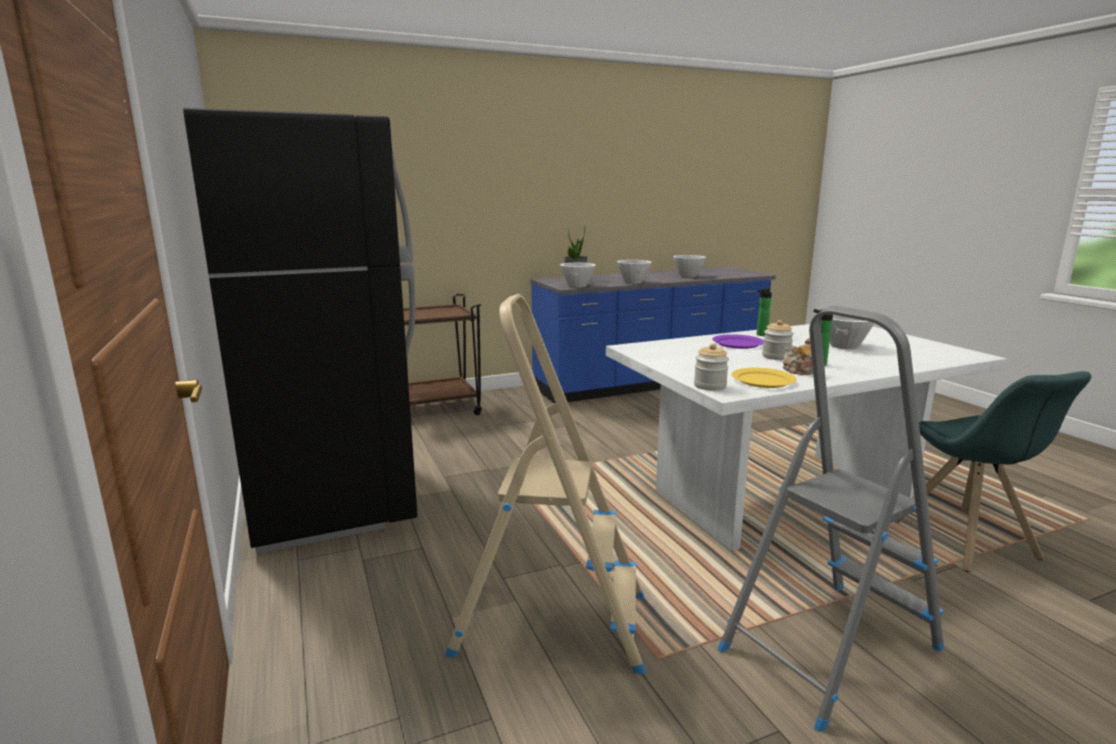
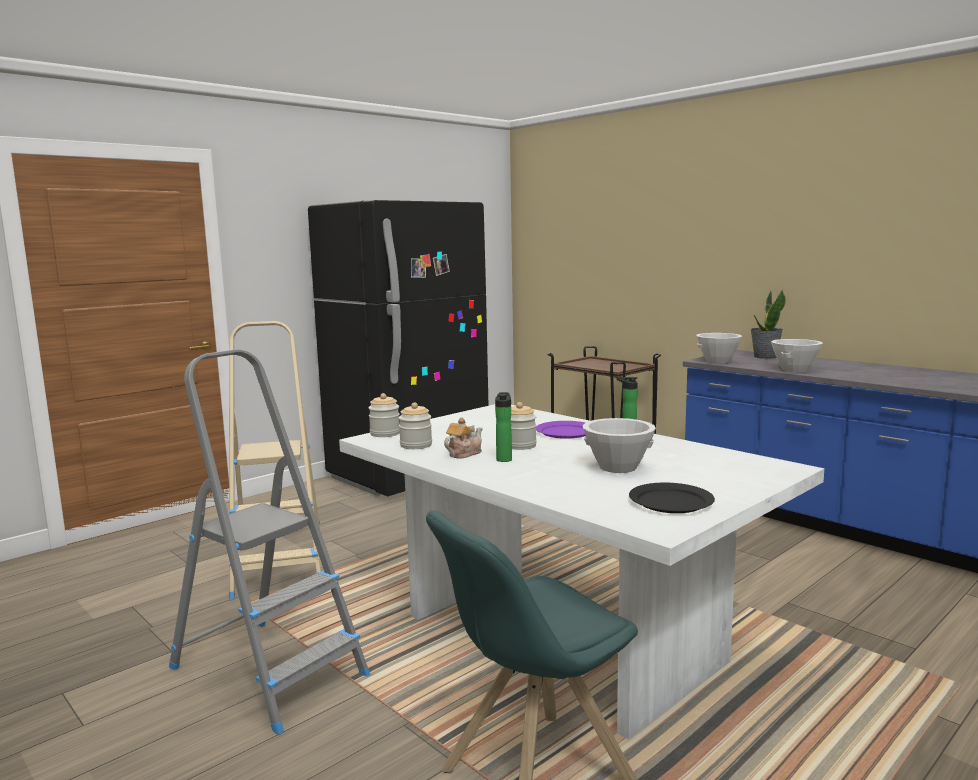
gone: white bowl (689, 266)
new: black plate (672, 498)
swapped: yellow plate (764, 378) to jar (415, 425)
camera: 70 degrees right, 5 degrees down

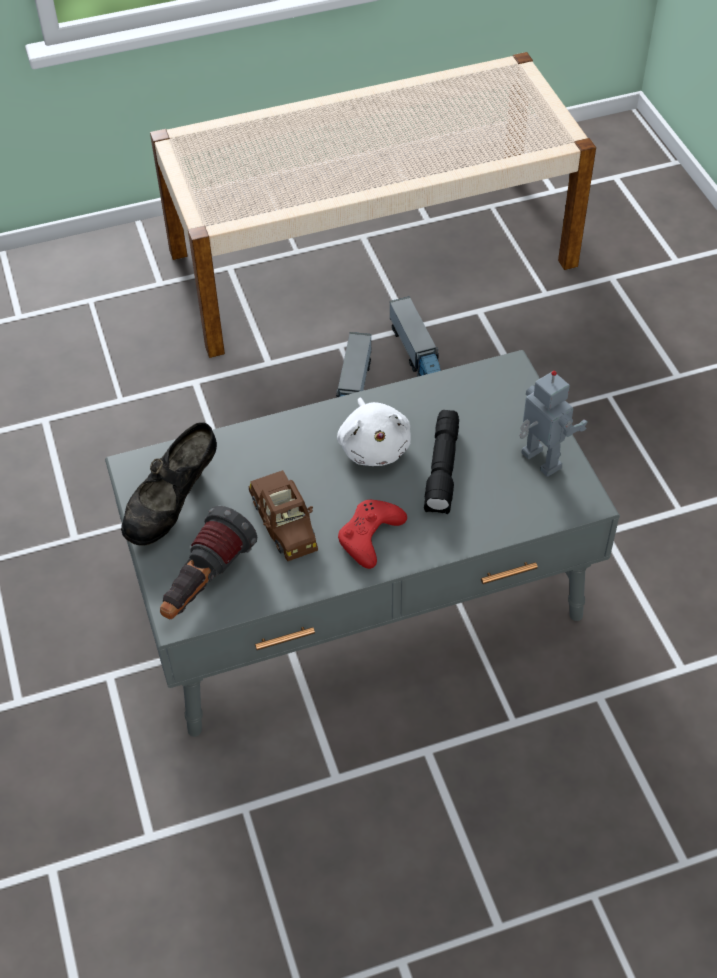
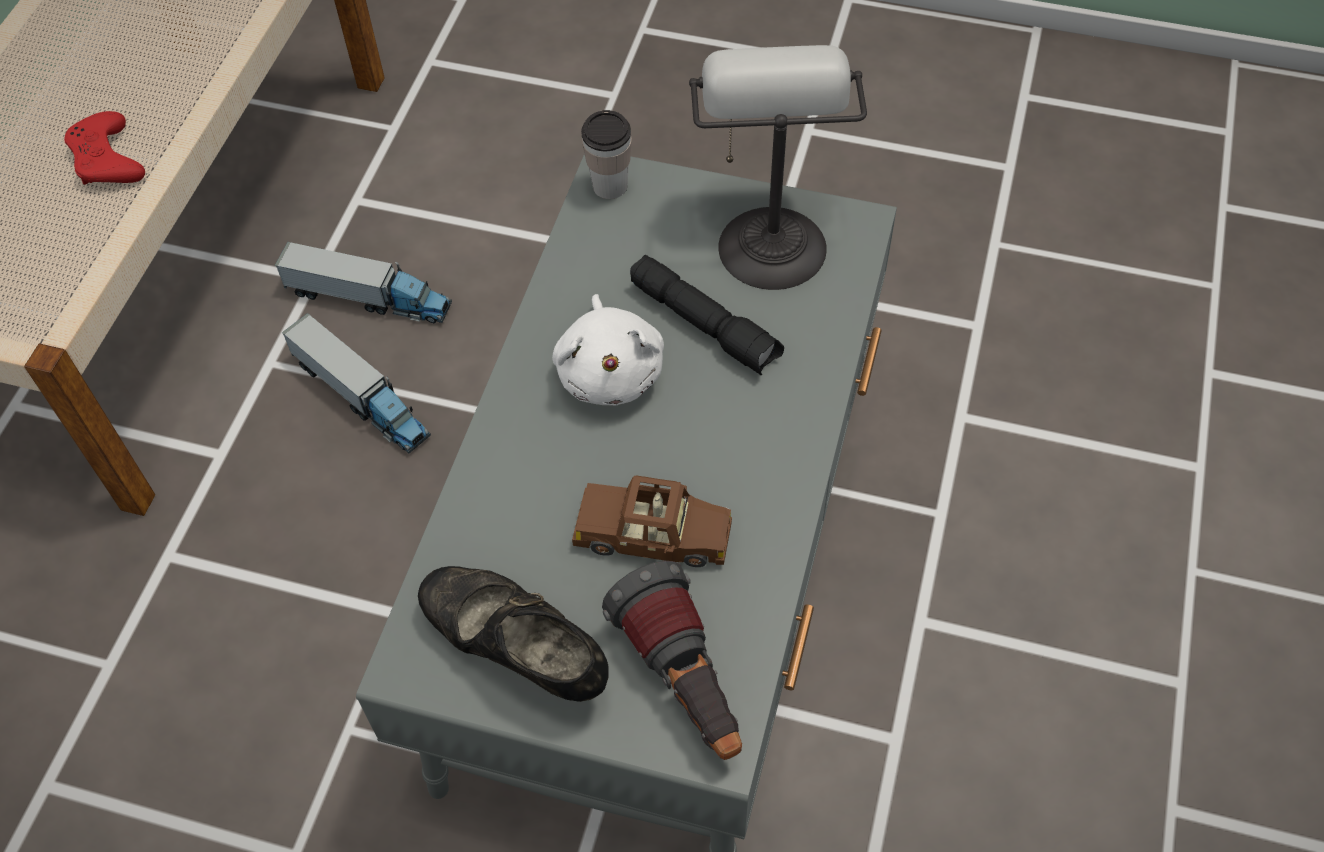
new: cup (606, 154)
shifted: red game controller (372, 534) to (104, 148)
swapped: toy robot (554, 424) to table lamp (778, 167)
rotated: black shoe (169, 484) = (513, 634) 150 degrees clockwise; white plush toy (374, 432) = (608, 349) 60 degrees clockwise
camera: 55 degrees left, 5 degrees up

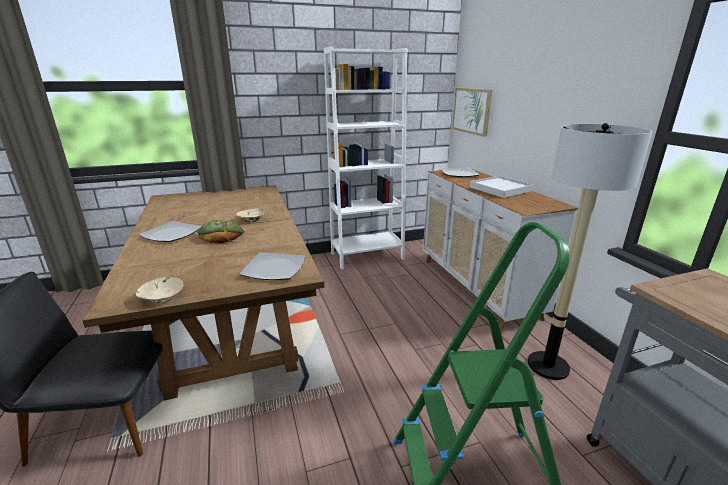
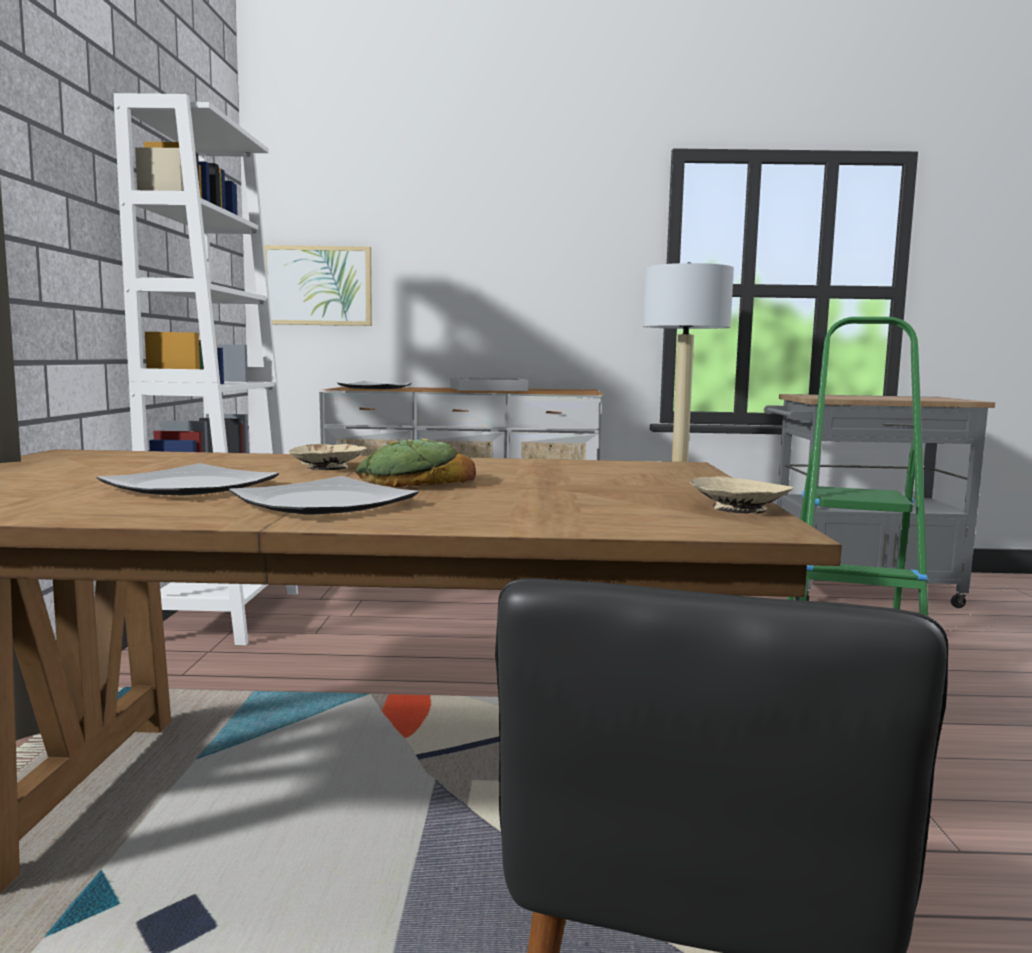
shifted: plate (273, 266) to (188, 479)
camera: 70 degrees left, 15 degrees down

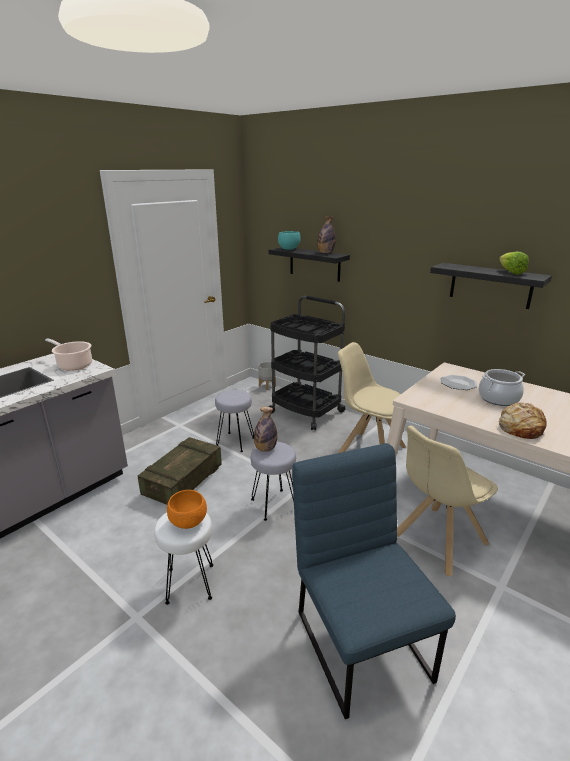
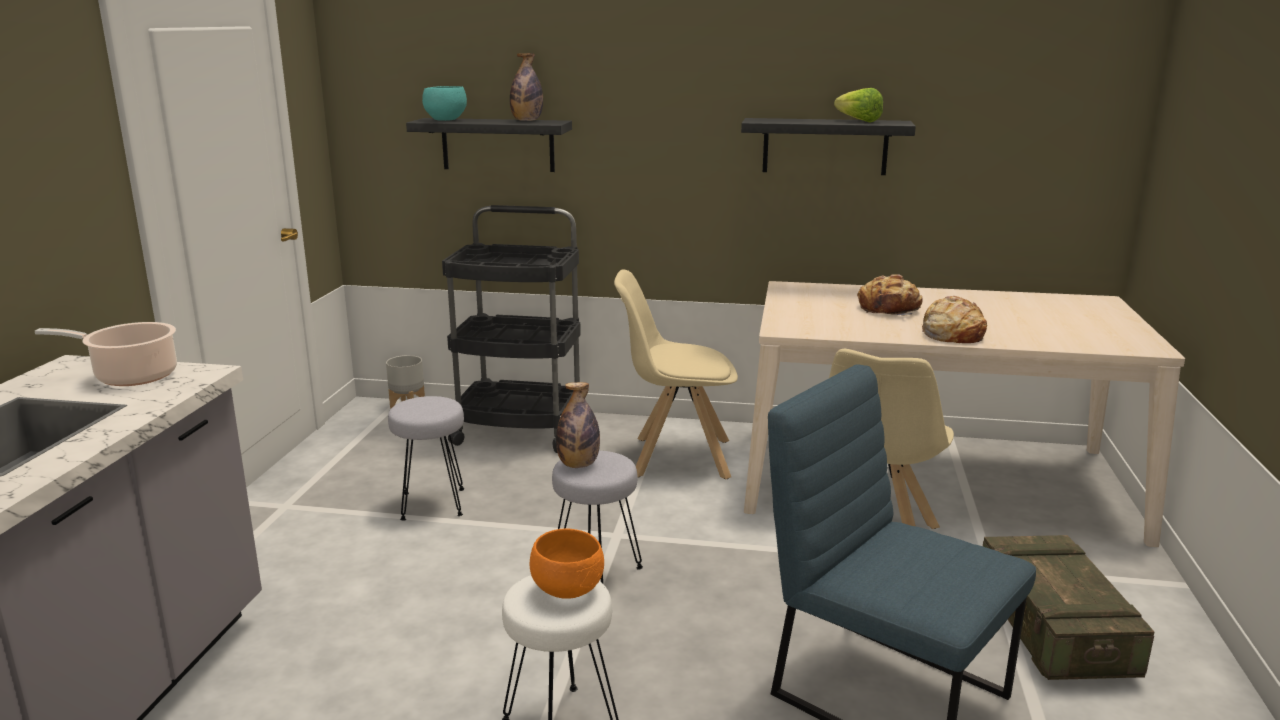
gone: plate (459, 382)
shifted: crate (180, 471) to (1069, 607)
swapped: cooking pot (501, 387) to bread (889, 295)
camera: 30 degrees left, 5 degrees down

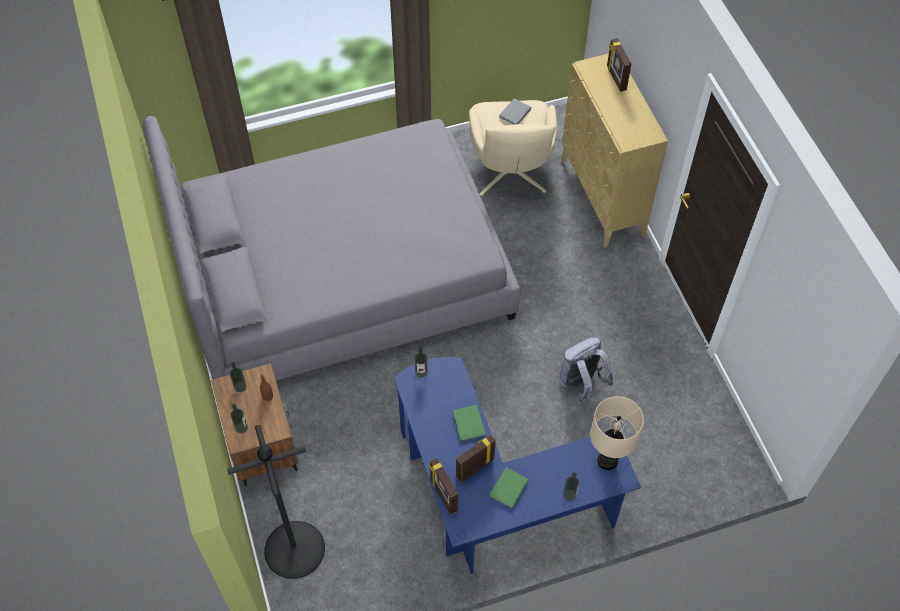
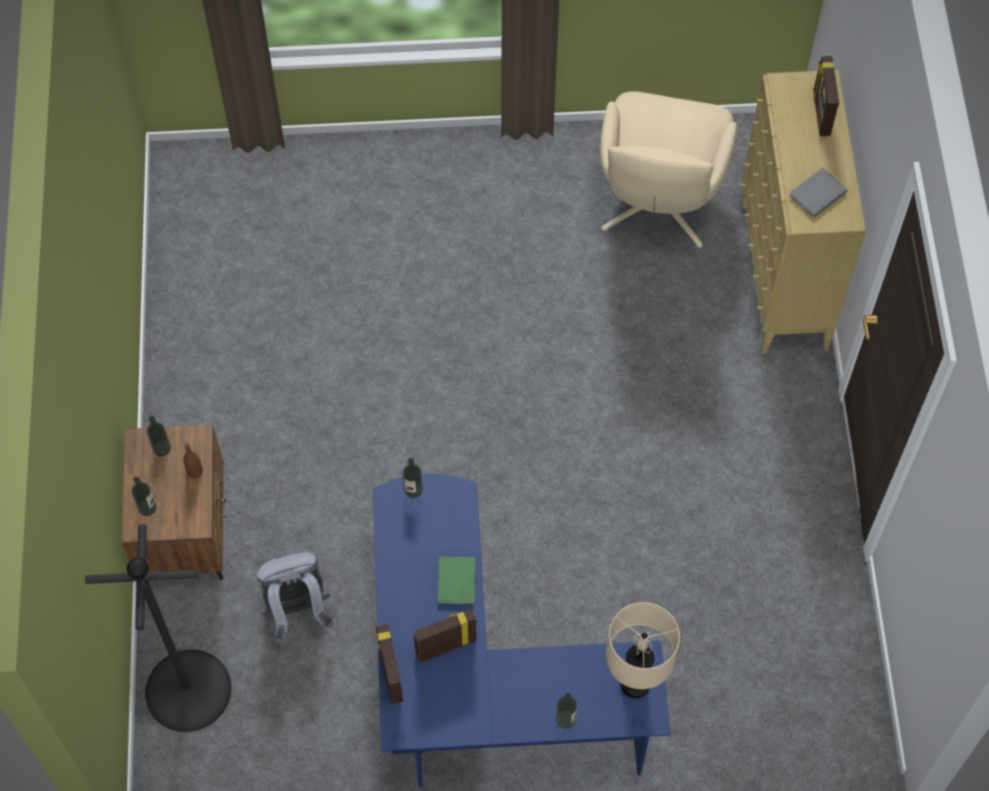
gone: grey bed (331, 248); green book (509, 487)
shifted: grey book (515, 111) to (818, 192); grey backpack (586, 370) to (295, 597)
camera: 15 degrees right, 5 degrees up

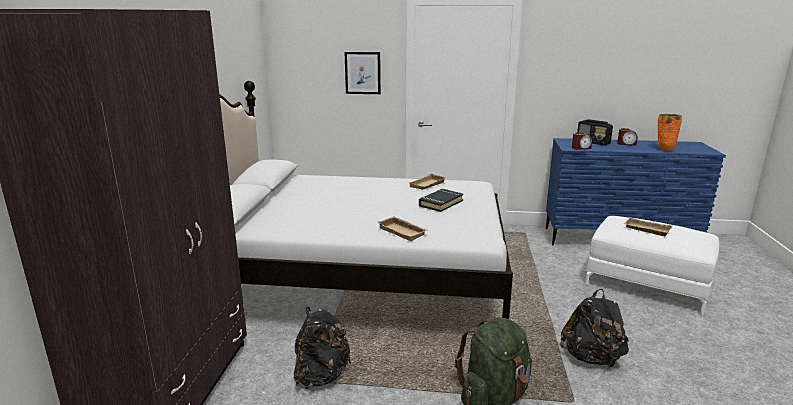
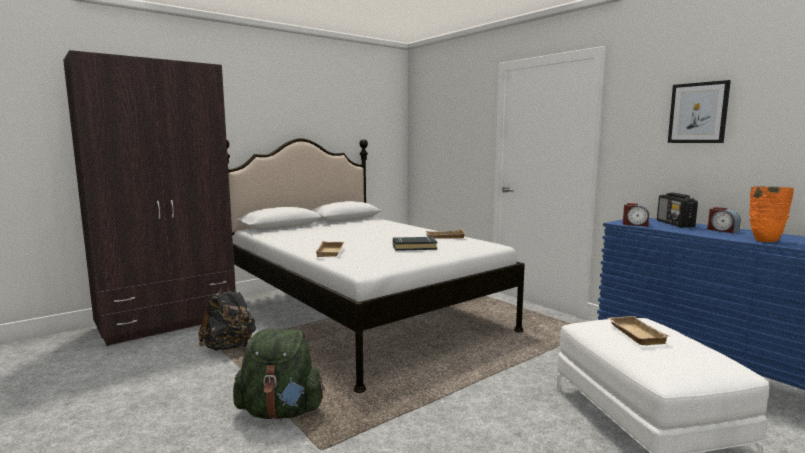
gone: black backpack (594, 328)
shifted: picture (362, 73) to (699, 111)
camera: 45 degrees right, 10 degrees down

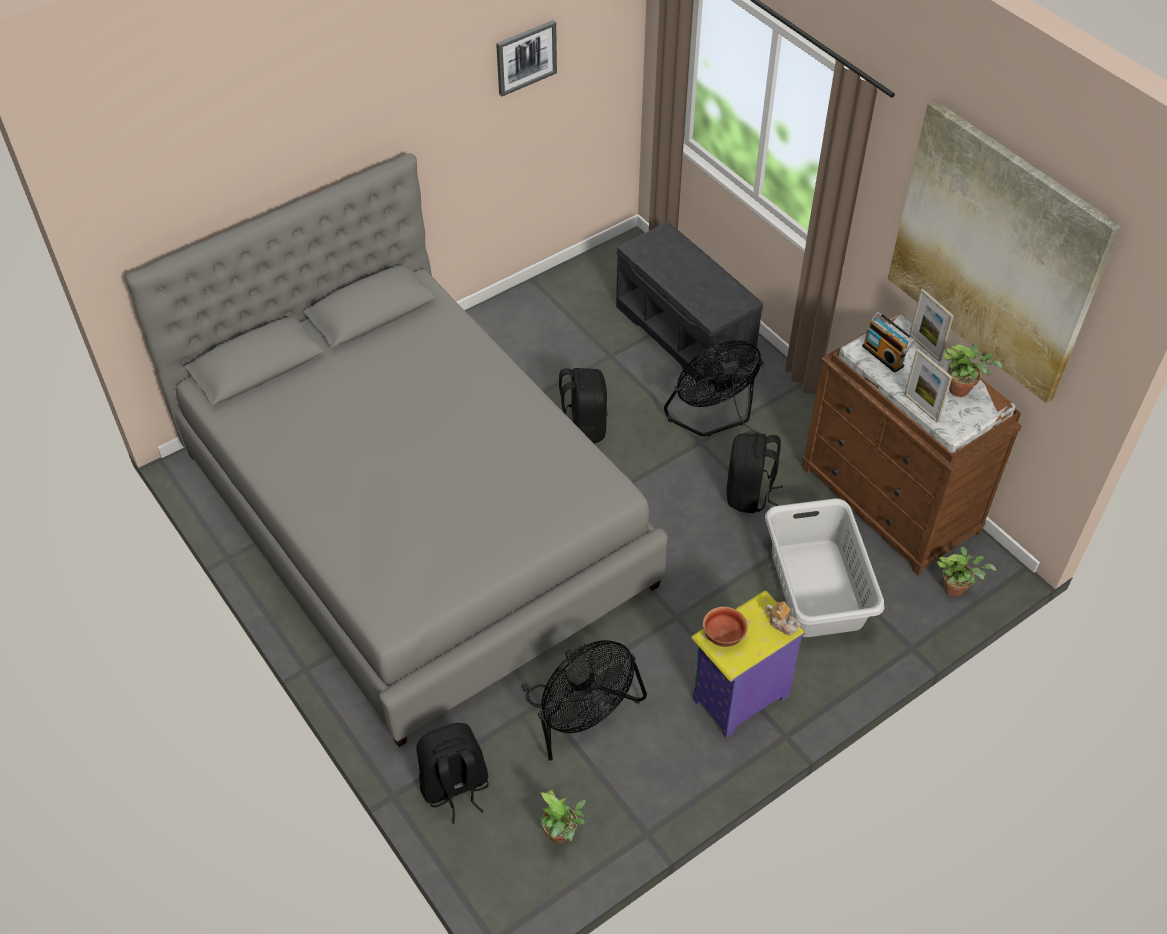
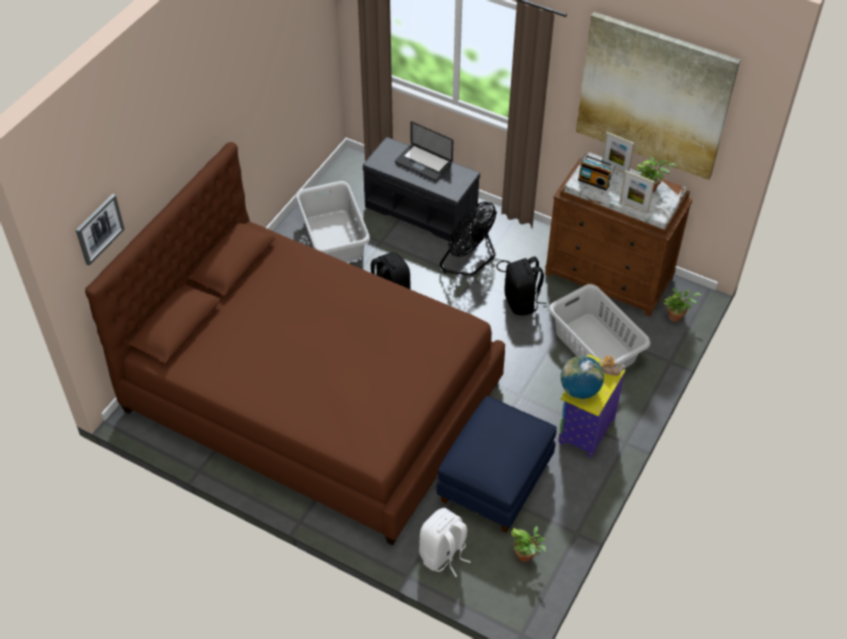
new: grey laundry basket (333, 221); laptop (424, 151)
shifted: picture (526, 58) to (100, 229)
swapped: black fan (584, 700) to blue ottoman (496, 464); bowl (725, 627) to globe (582, 377)
repainted: grey bed (396, 450) to brown bed (295, 343); black backpack (452, 773) to white backpack (445, 542)
camera: 25 degrees left, 0 degrees up

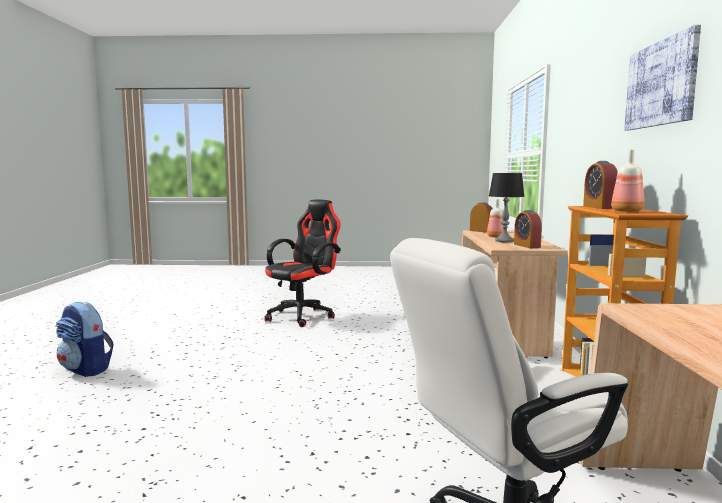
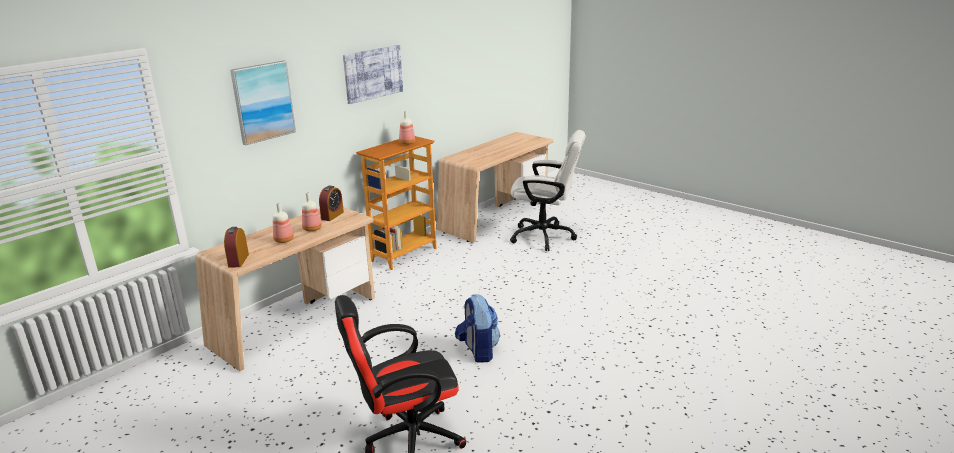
gone: alarm clock (600, 185)
new: picture (263, 103)
shifted: backpack (84, 339) to (477, 328)
swapped: table lamp (507, 207) to bottle (312, 212)
camera: 140 degrees left, 15 degrees up

